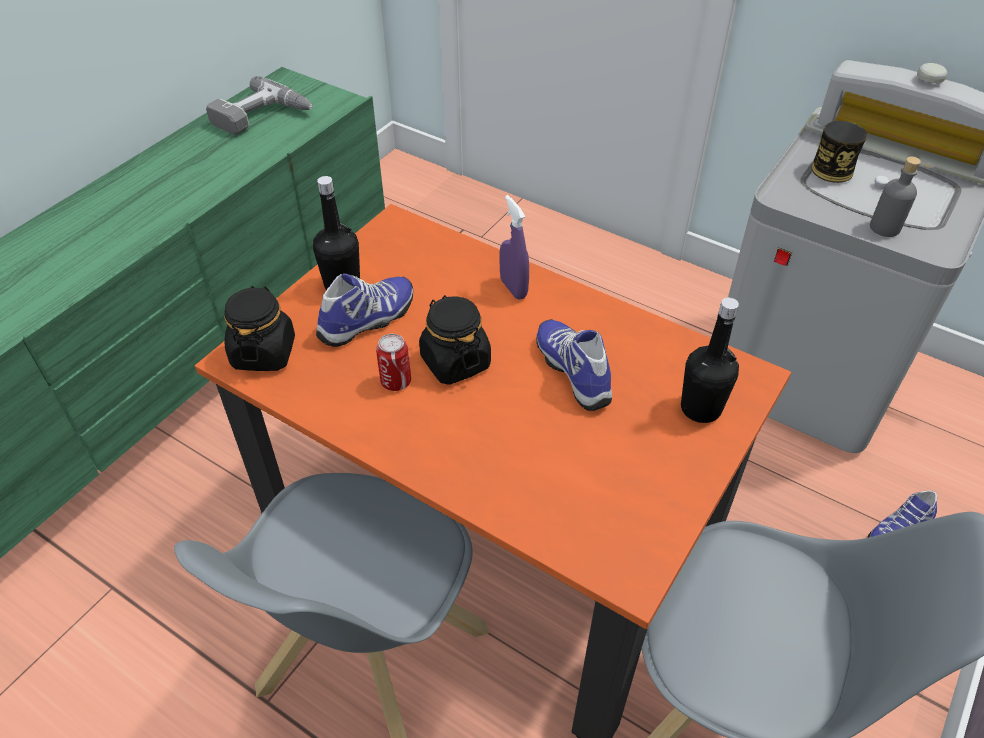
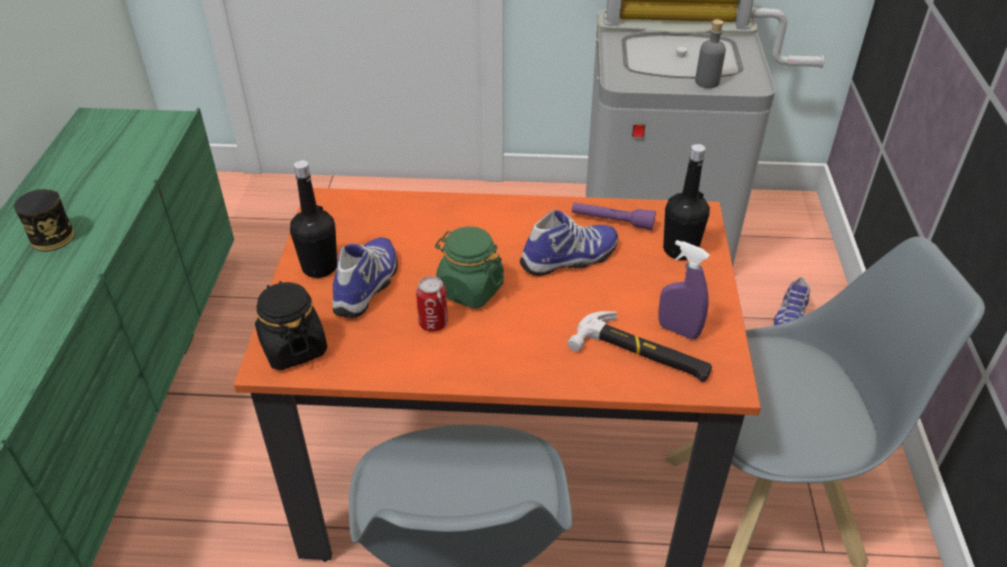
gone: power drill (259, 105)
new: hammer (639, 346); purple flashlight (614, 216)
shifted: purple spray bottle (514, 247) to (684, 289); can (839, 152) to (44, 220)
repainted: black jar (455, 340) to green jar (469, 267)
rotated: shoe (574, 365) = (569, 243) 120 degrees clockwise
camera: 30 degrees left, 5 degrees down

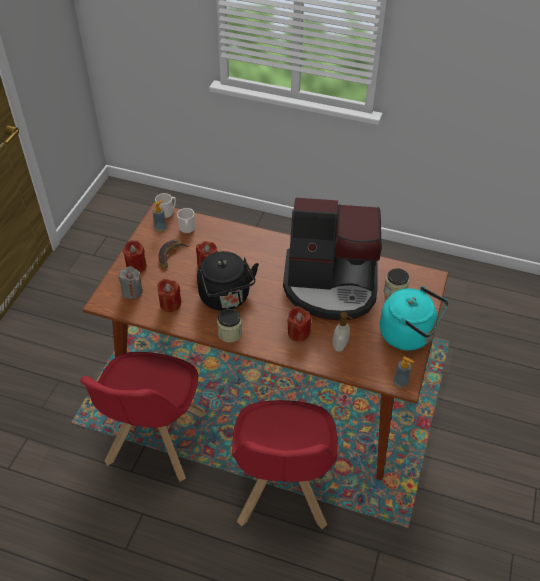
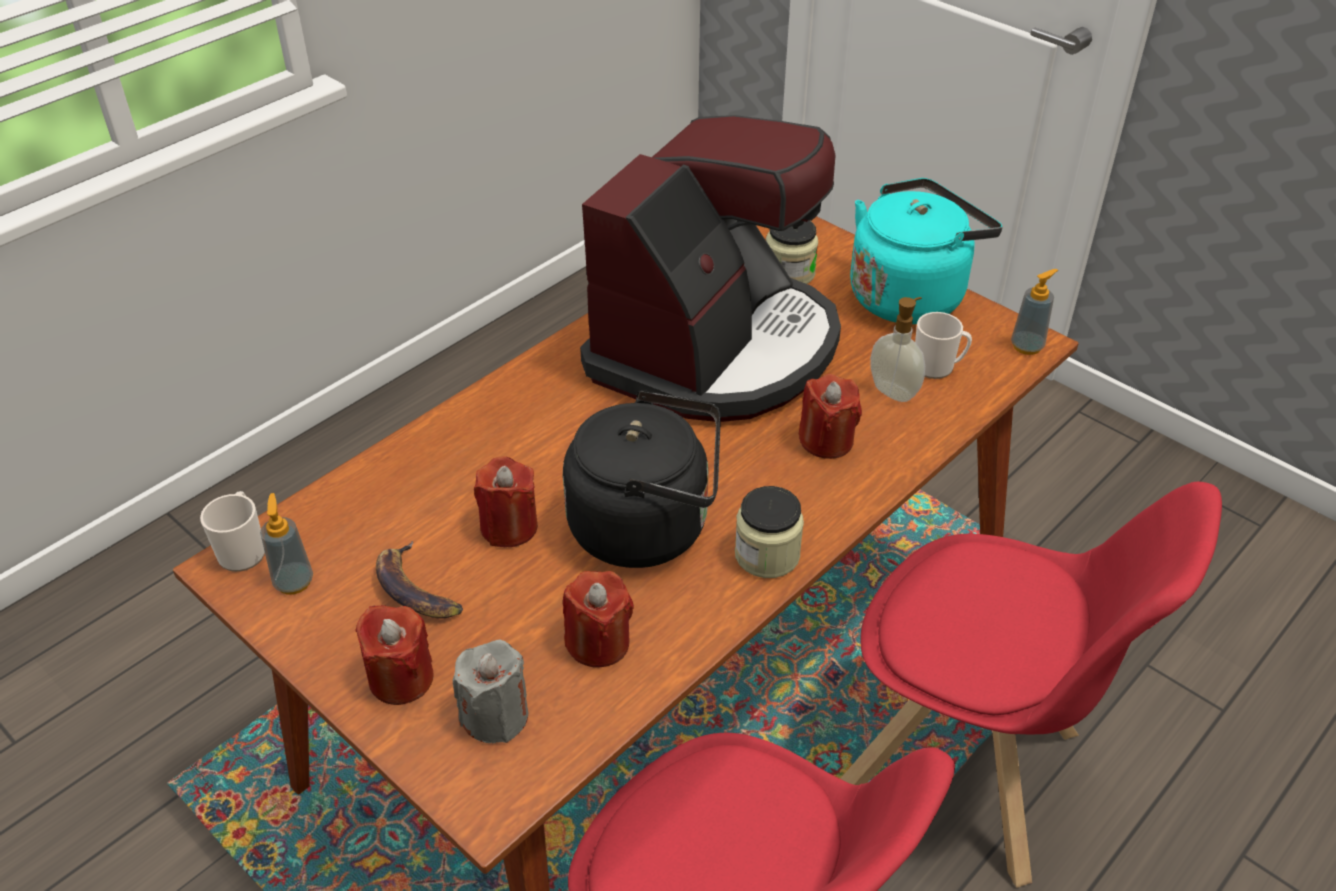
shifted: mug (186, 220) to (943, 345)
camera: 65 degrees left, 5 degrees down

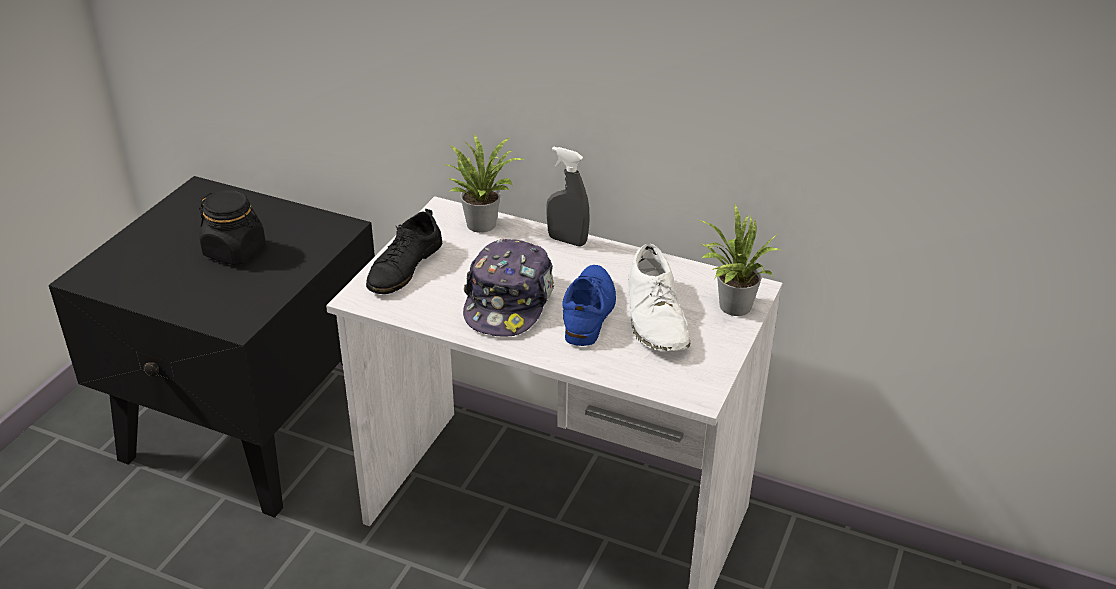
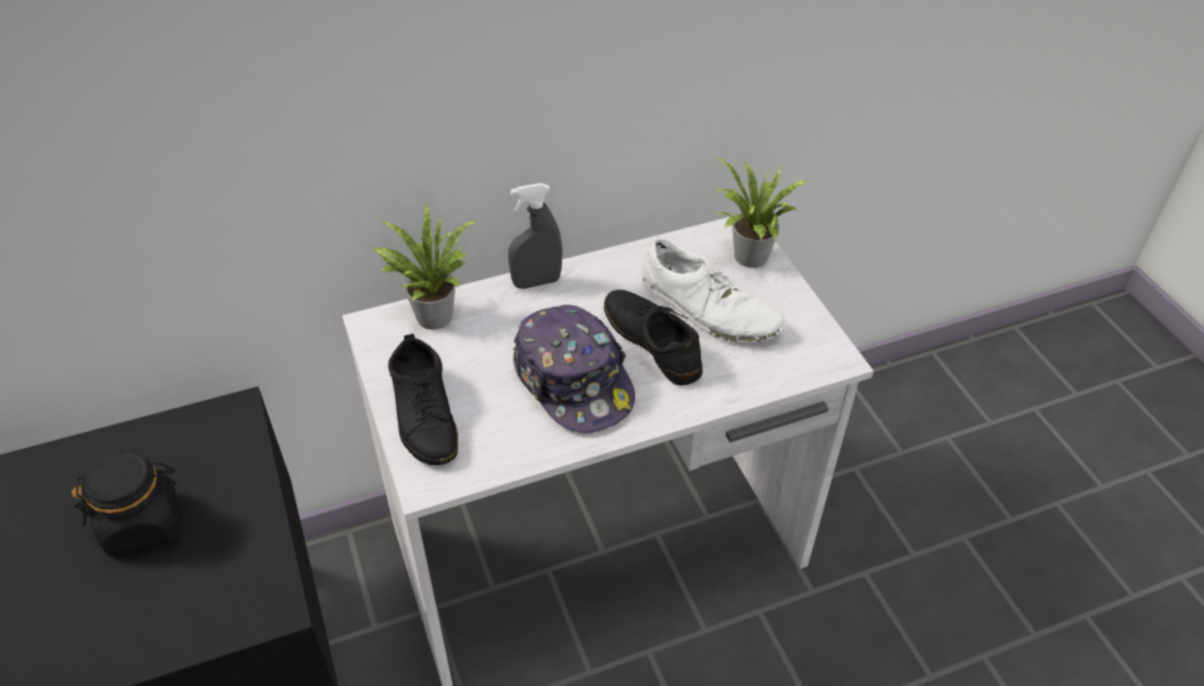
repainted: blue shoe (589, 305) to black shoe (653, 337)
camera: 45 degrees left, 10 degrees up

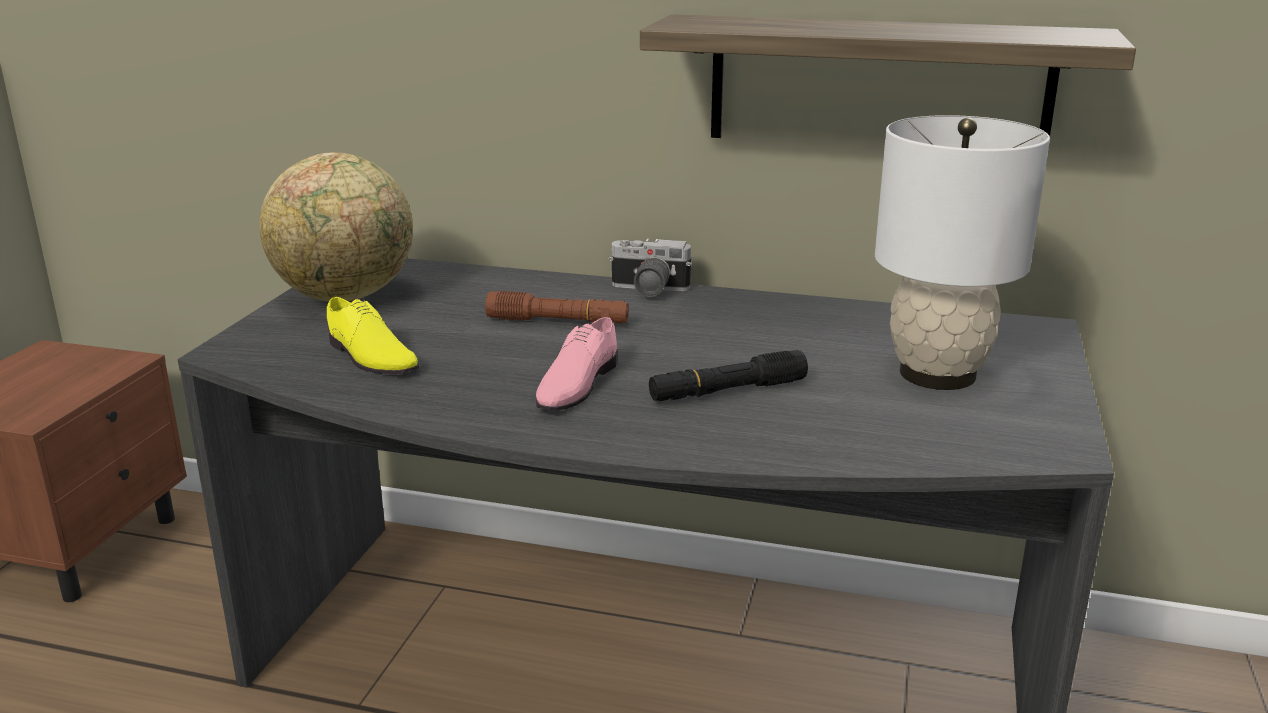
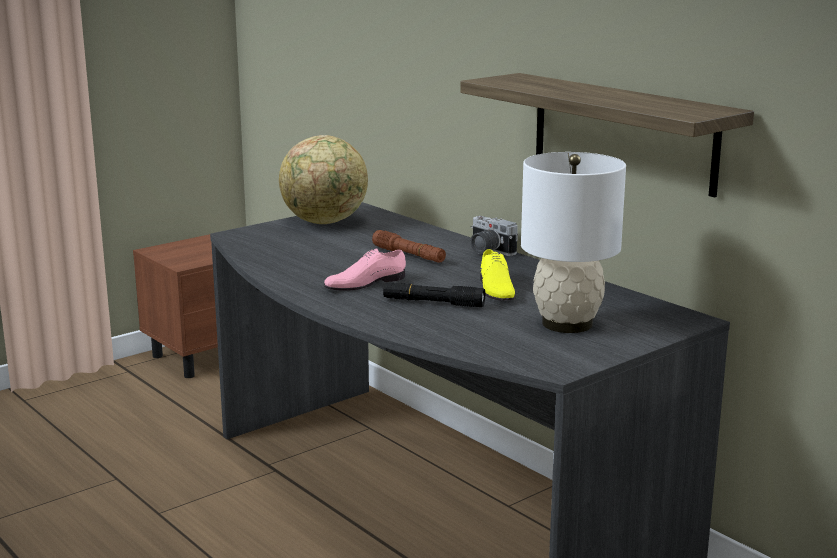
shifted: yellow shoe (373, 335) to (498, 275)
camera: 35 degrees right, 5 degrees down

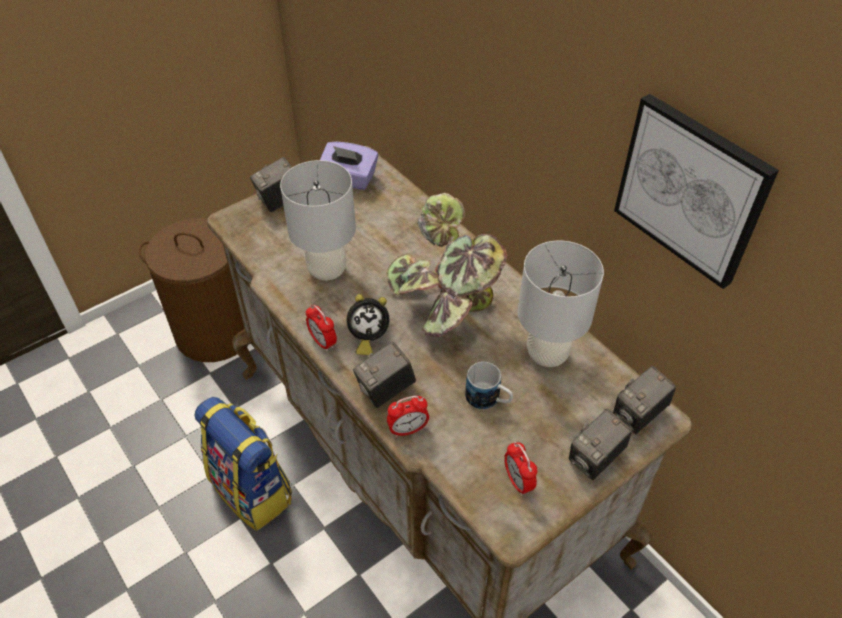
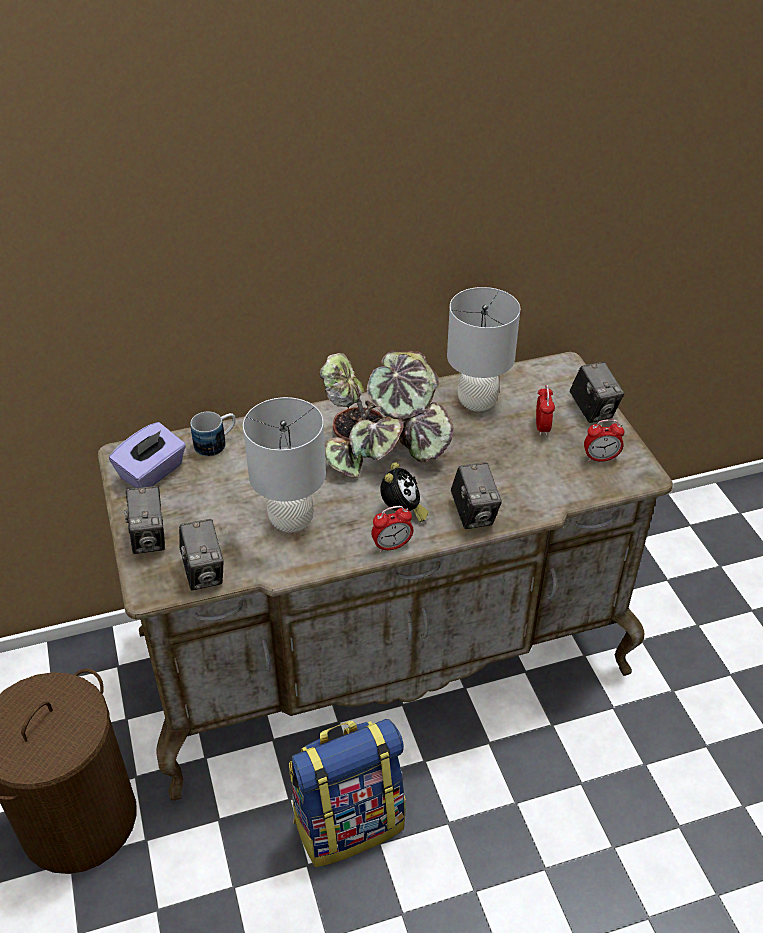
gone: picture (696, 191)
shifted: alarm clock (408, 416) to (545, 410); mug (489, 386) to (213, 434); photo camera (644, 400) to (201, 554)
camera: 70 degrees left, 5 degrees down

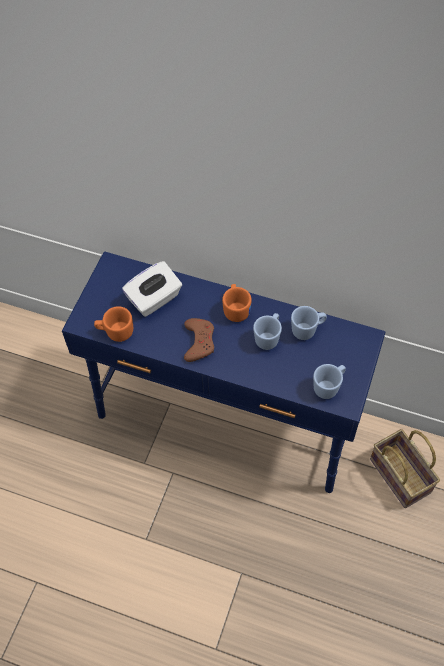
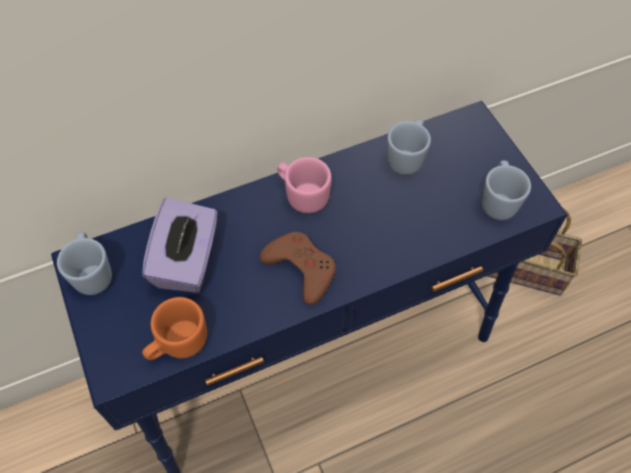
shifted: blue mug (267, 331) to (84, 263)
repainted: white tissue box (152, 289) to purple tissue box (180, 245); orange mug (237, 303) to pink mug (304, 185)
camera: 45 degrees left, 0 degrees up

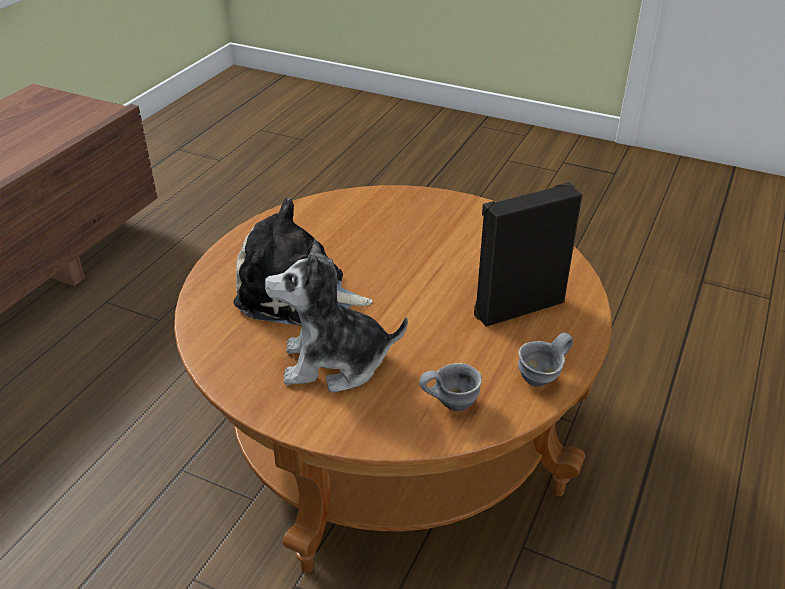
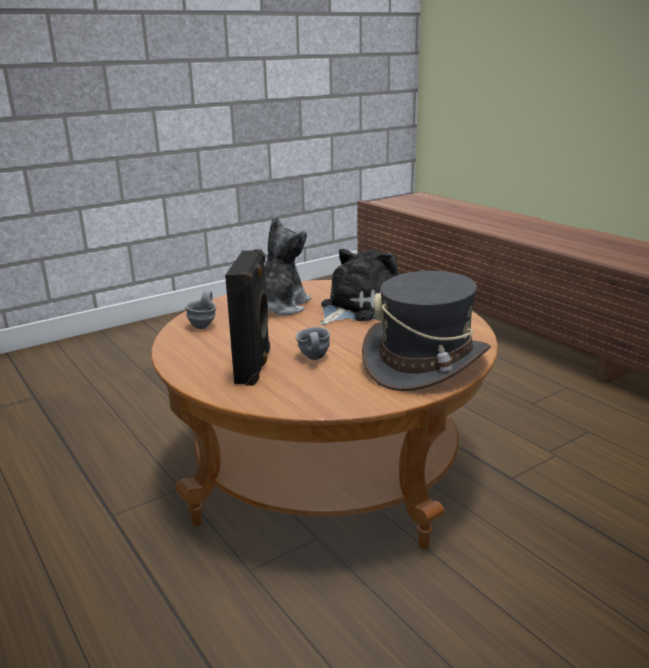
new: grey hat (426, 331)
shifted: grey mug (545, 360) to (313, 343)
camera: 120 degrees right, 15 degrees down

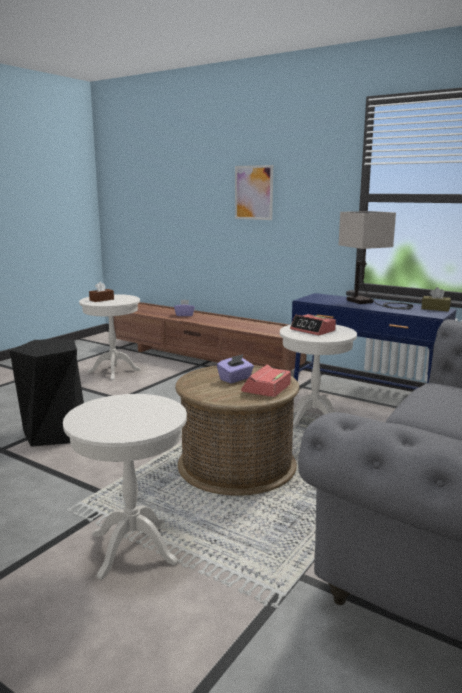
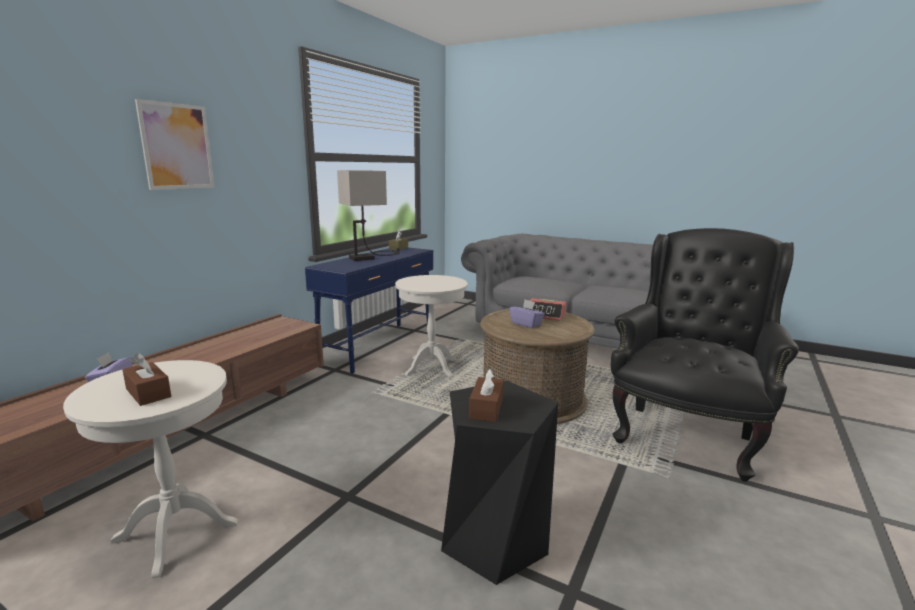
gone: alarm clock (313, 324)
new: brown tissue box (486, 395)
swapped: white side table (125, 487) to black armchair (705, 355)
camera: 95 degrees left, 0 degrees up

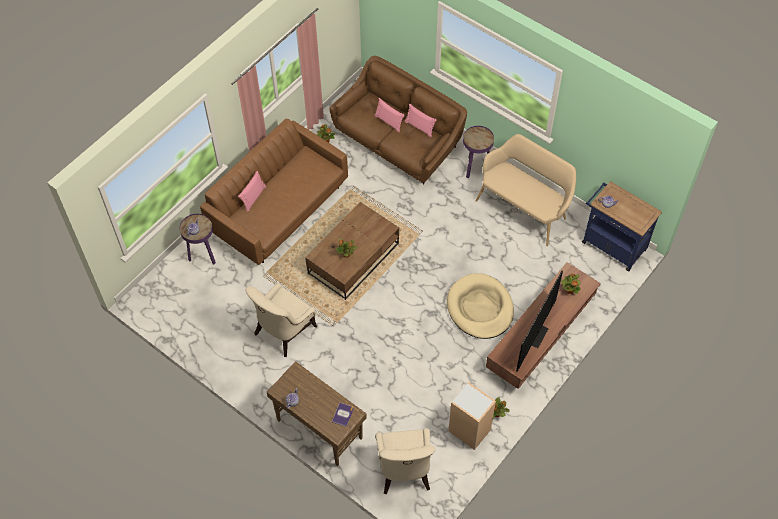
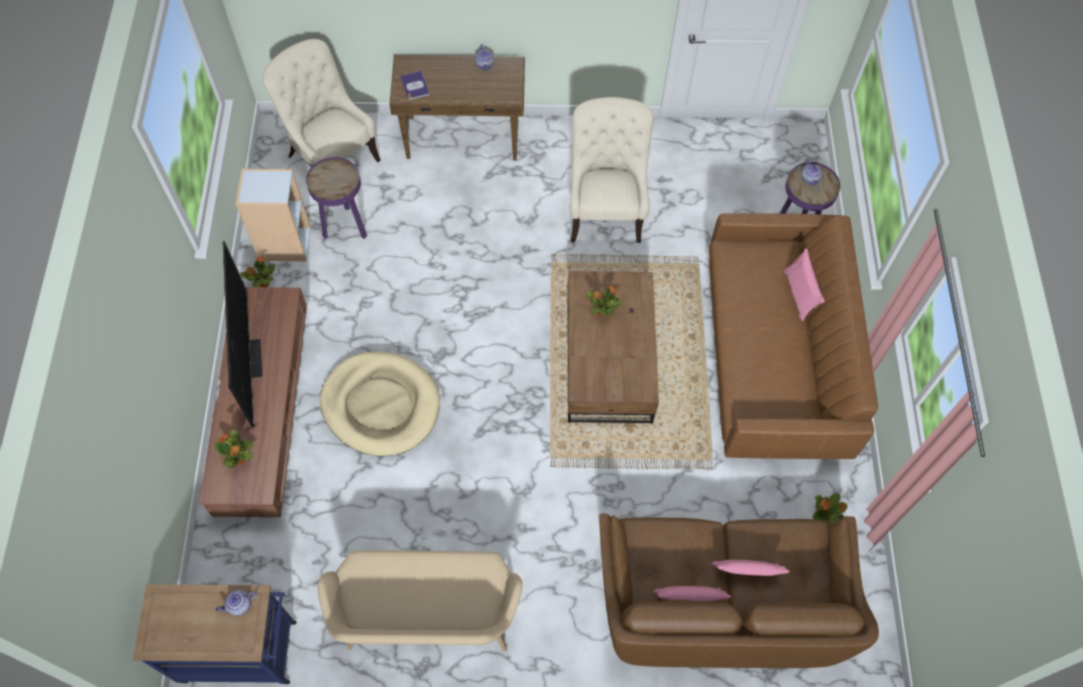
shifted: purple side table (478, 152) to (336, 198)
camera: 140 degrees right, 5 degrees up

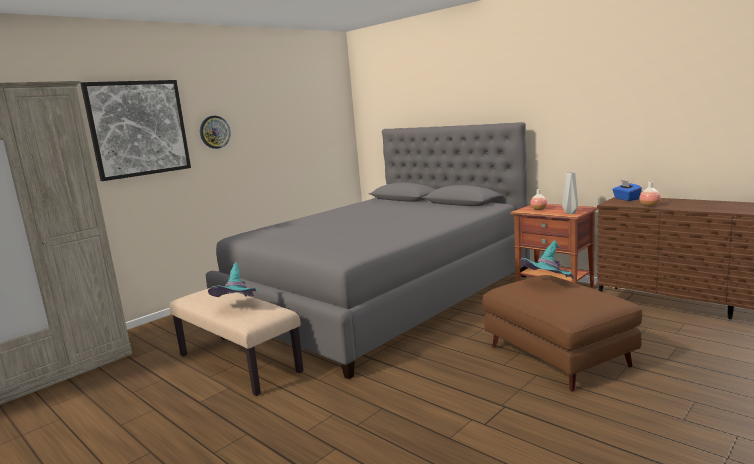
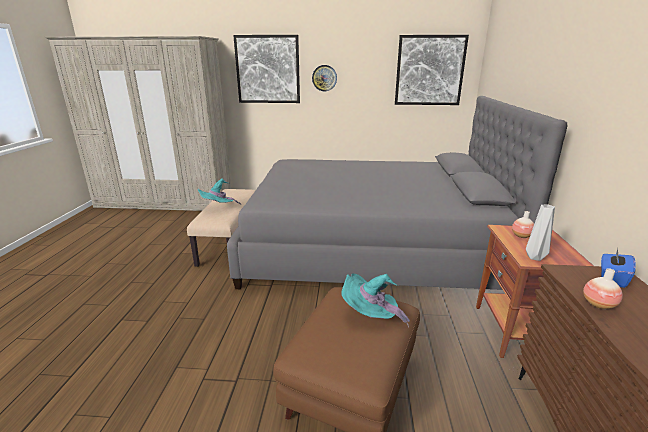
new: picture (432, 70)
camera: 50 degrees right, 10 degrees up

